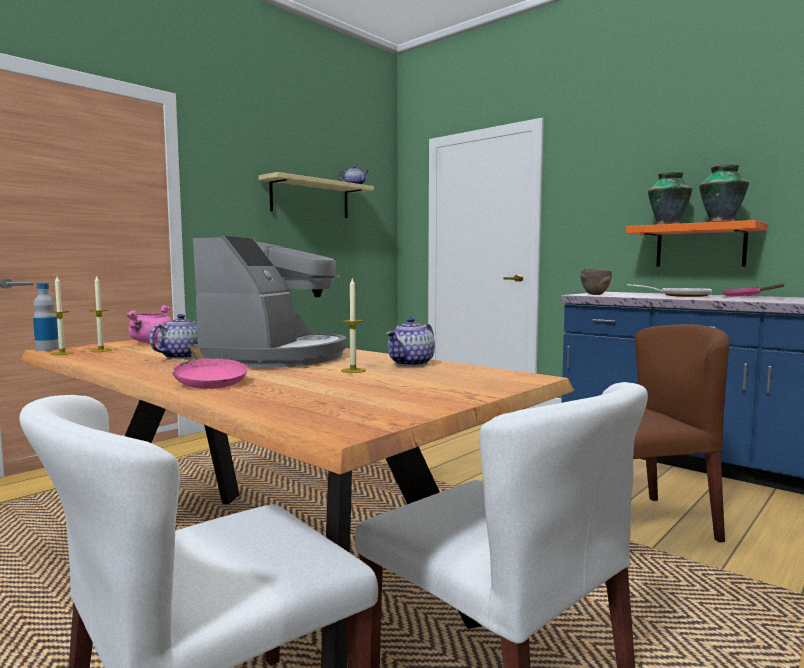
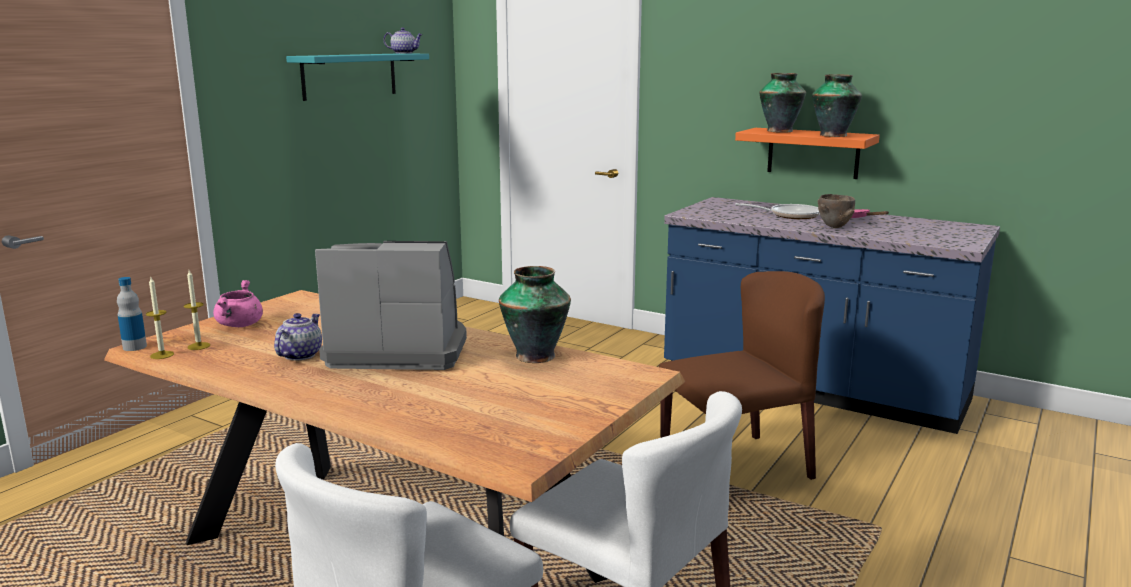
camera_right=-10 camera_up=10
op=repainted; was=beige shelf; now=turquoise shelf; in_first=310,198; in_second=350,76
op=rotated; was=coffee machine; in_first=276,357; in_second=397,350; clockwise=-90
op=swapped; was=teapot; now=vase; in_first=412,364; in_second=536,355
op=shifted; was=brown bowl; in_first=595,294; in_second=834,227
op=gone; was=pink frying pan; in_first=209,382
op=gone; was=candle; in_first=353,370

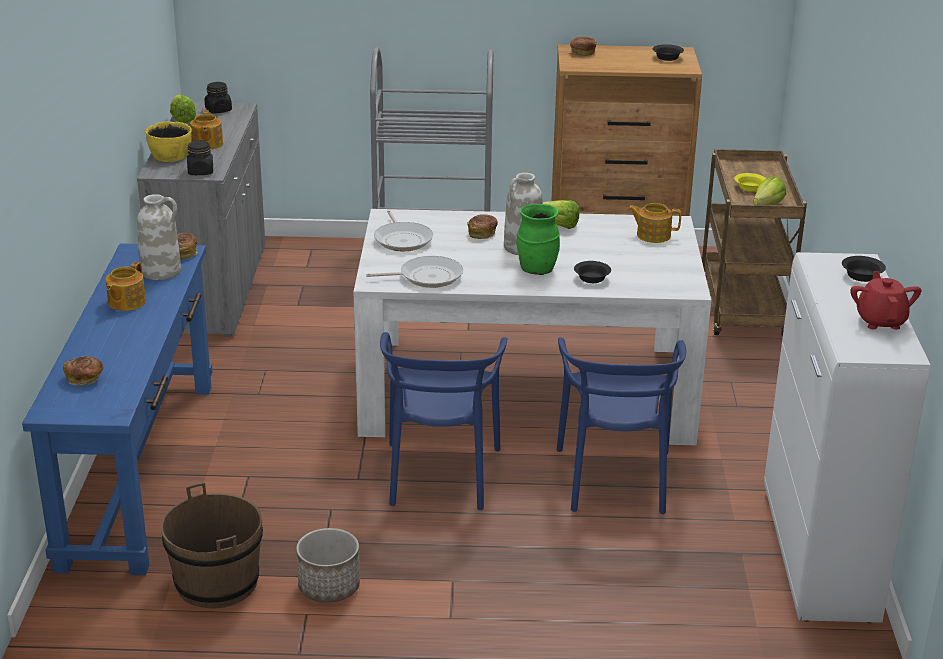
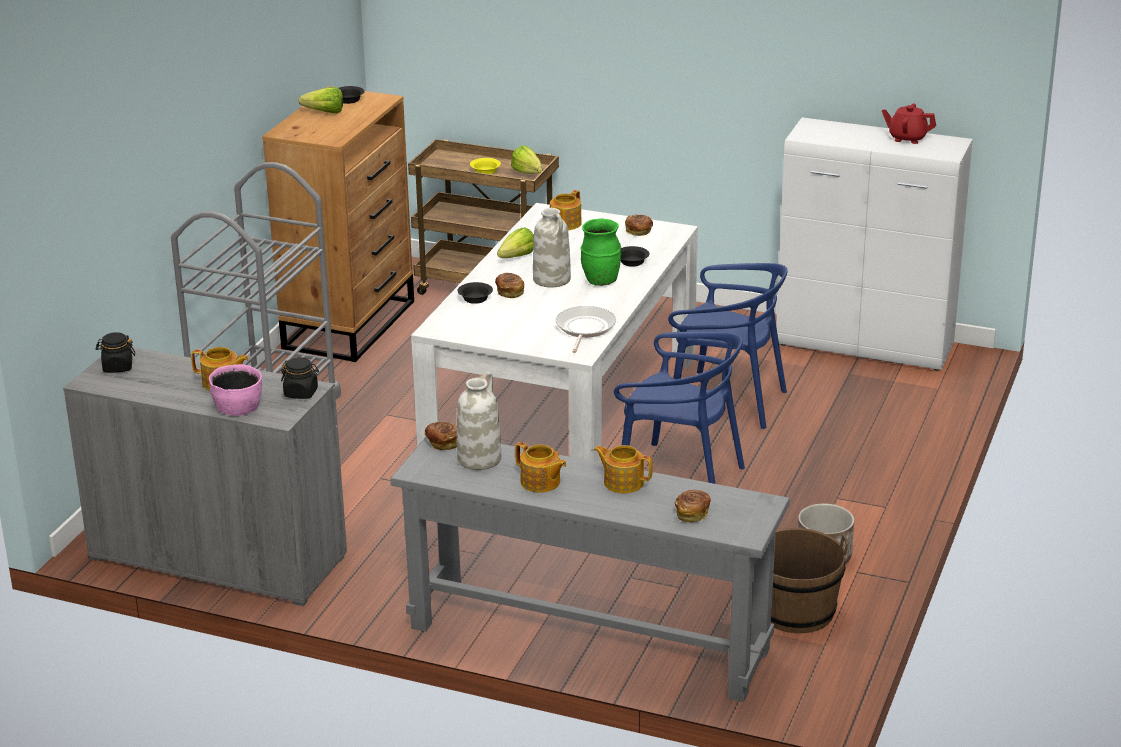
camera_right=-70 camera_up=0
op=repainted; was=yellow bowl; now=pink bowl; in_first=171,156; in_second=238,406
op=shifted; was=lettuce; in_first=183,117; in_second=321,112
op=repainted; was=blue console table; now=grey console table; in_first=140,471; in_second=588,638
op=shifted; was=black bowl; in_first=862,276; in_second=475,298
op=new; now=teapot; in_second=623,482
op=shifted; was=bread; in_first=582,52; in_second=639,232
op=gone; was=frying pan; in_first=403,239

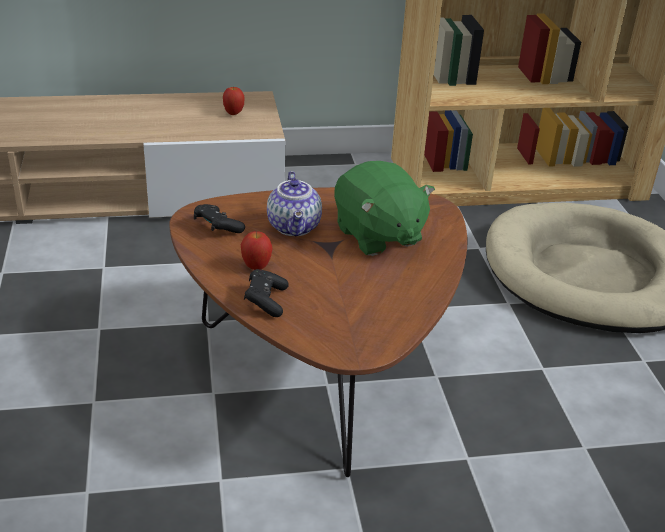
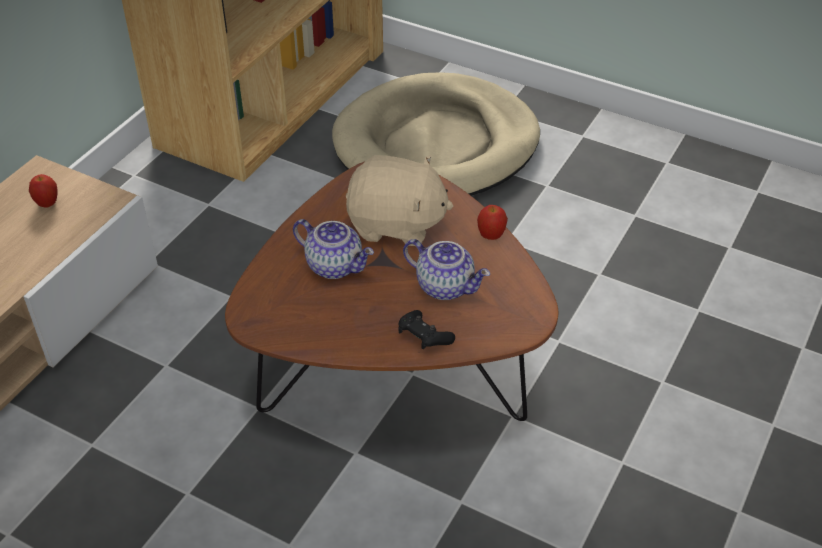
camera_right=-50 camera_up=10
op=repainted; was=green plush toy; now=beige plush toy; in_first=377,235; in_second=396,224
op=new; now=teapot; in_second=446,286
op=shifted; was=apple; in_first=256,267; in_second=491,236
op=gone; was=black game controller; in_first=217,228

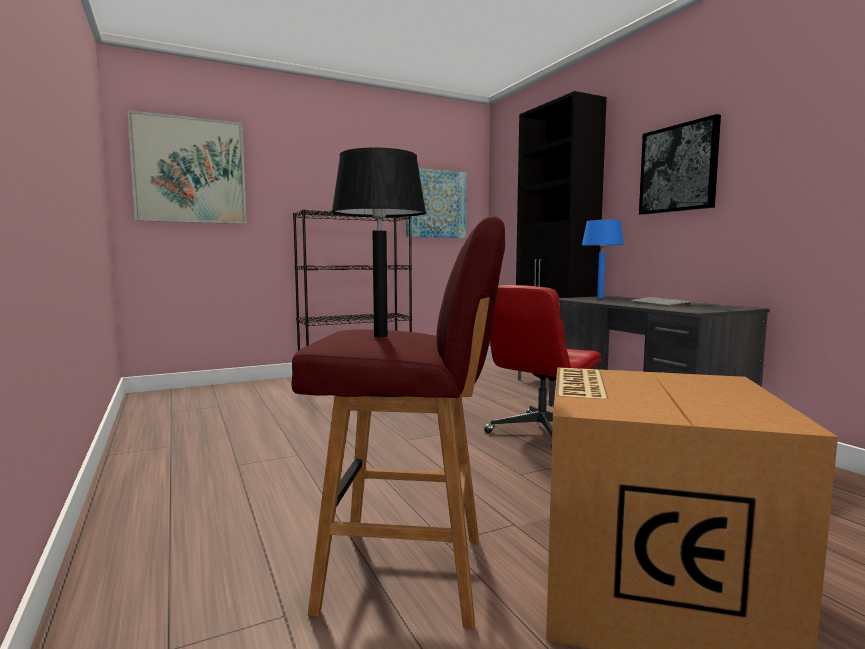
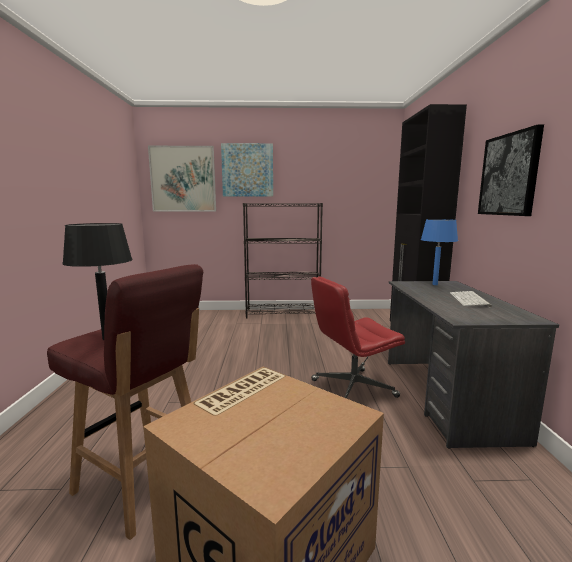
camera_right=25 camera_up=5
op=shifted; was=picture; in_first=435,204; in_second=247,170

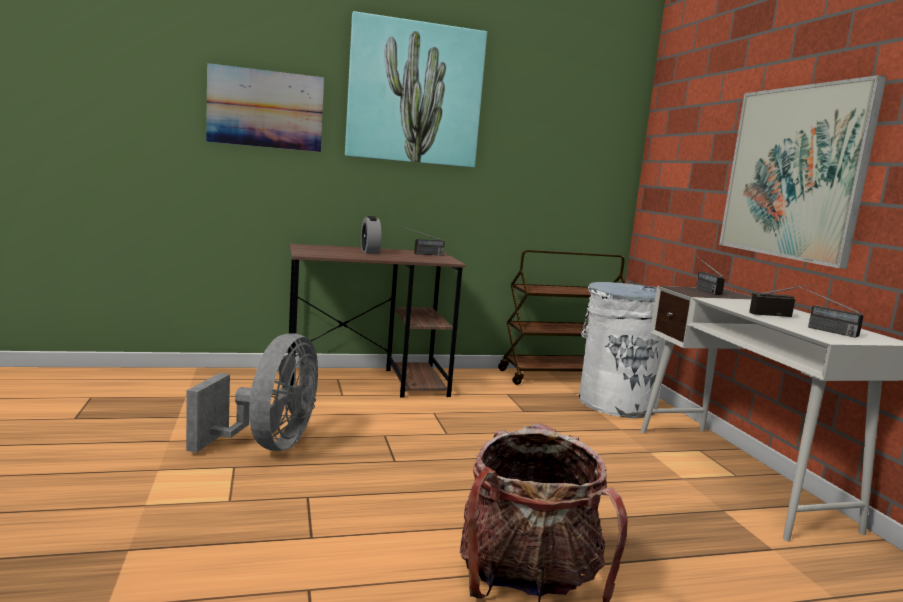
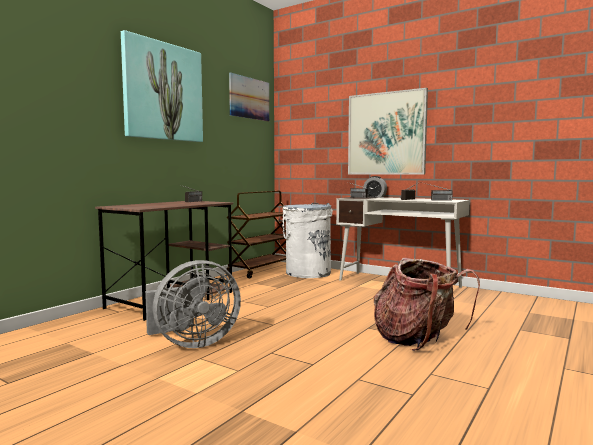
camera_right=-40 camera_up=-5
op=rotated; was=grey fan; in_first=268,445; in_second=192,343; clockwise=90
op=shifted; was=picture; in_first=265,109; in_second=249,98
op=shifted; was=alarm clock; in_first=369,251; in_second=374,197

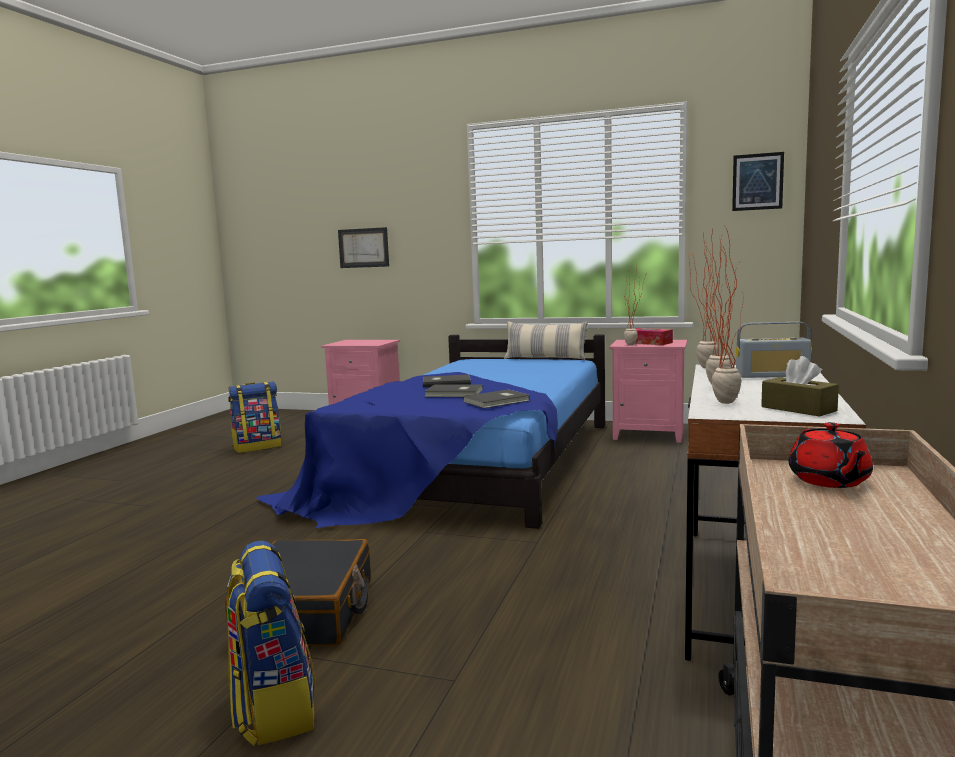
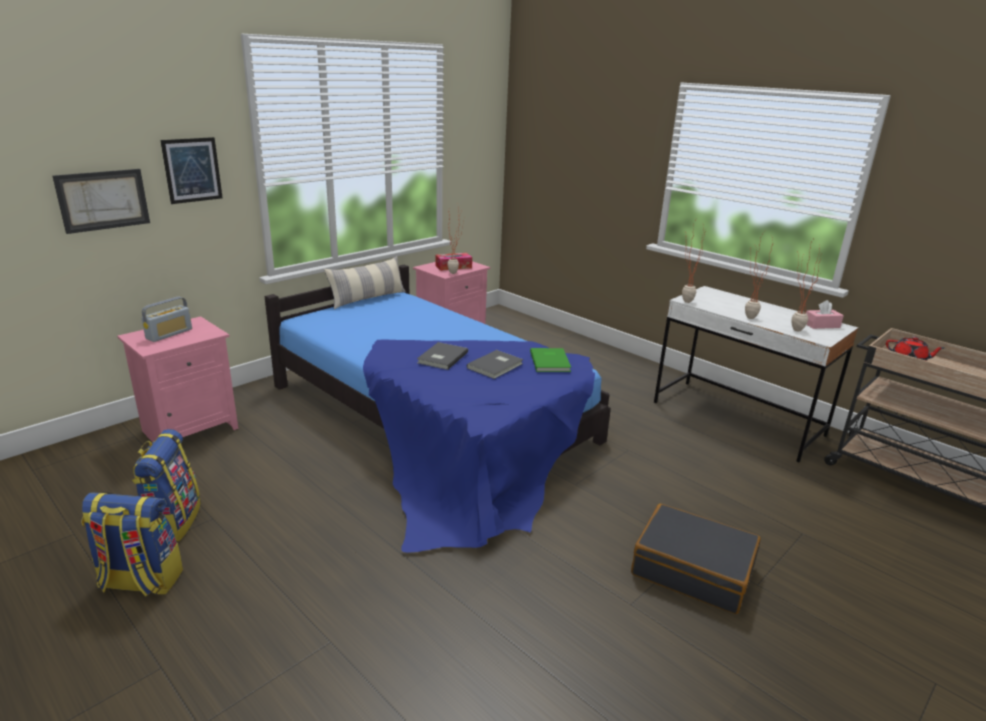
camera_right=-65 camera_up=15
op=shifted; was=backpack; in_first=273,708; in_second=140,582
op=shifted; was=radio; in_first=772,375; in_second=169,334
op=shifted; was=picture; in_first=757,181; in_second=192,170
op=repainted; was=grey book; now=green book; in_first=498,401; in_second=551,361
op=repainted; was=brown tissue box; now=pink tissue box; in_first=798,409; in_second=821,325

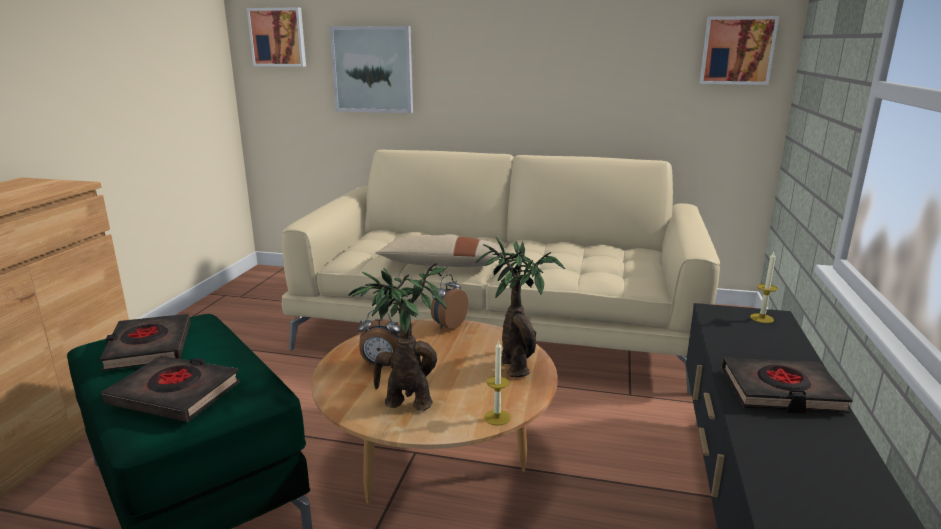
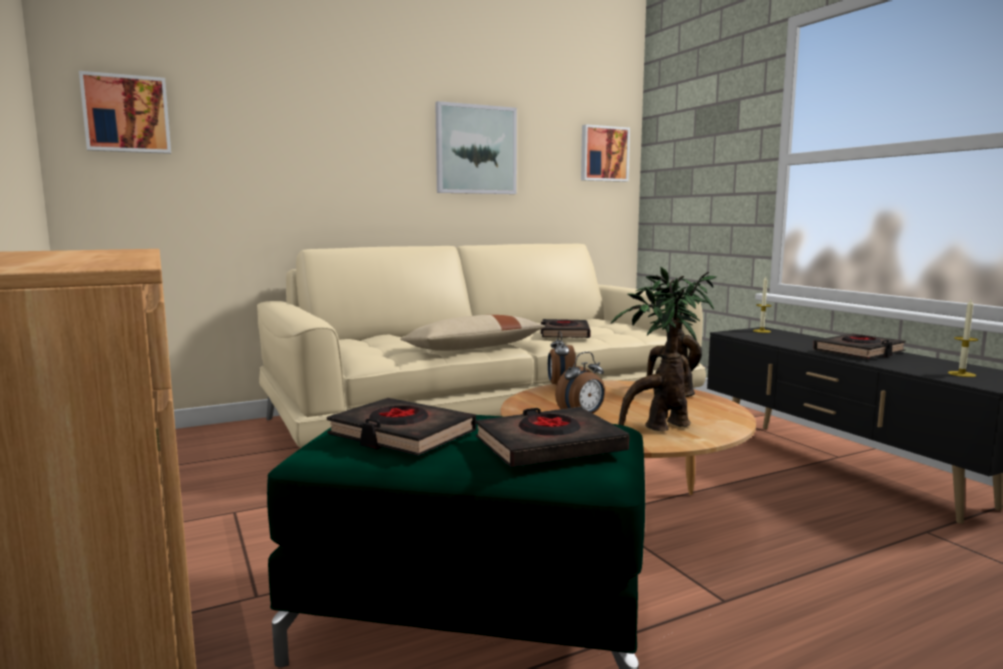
camera_right=-40 camera_up=-10
op=shifted; was=picture; in_first=373,69; in_second=476,150
op=new; now=black book; in_second=564,334
op=shifted; was=candle; in_first=497,417; in_second=961,374

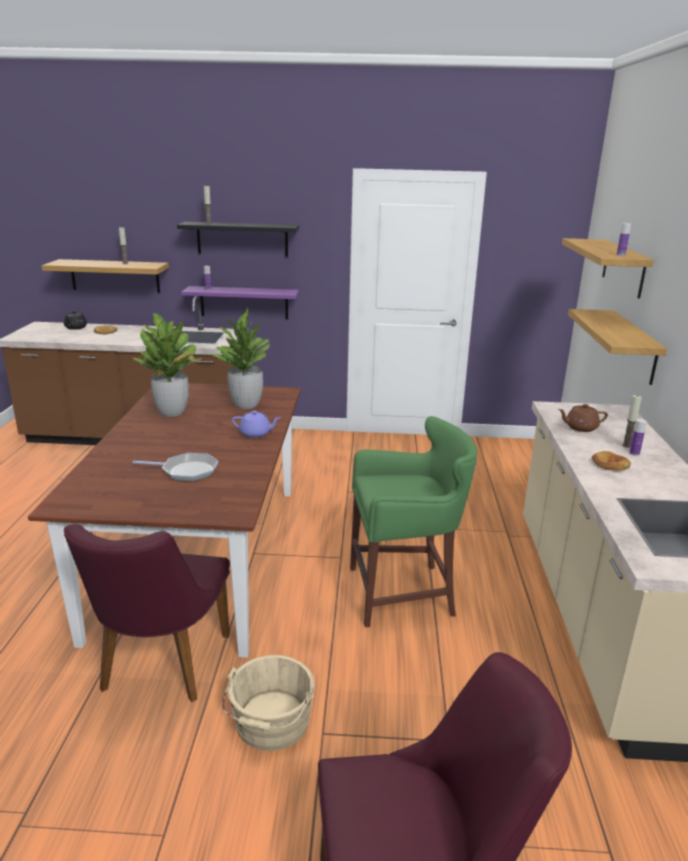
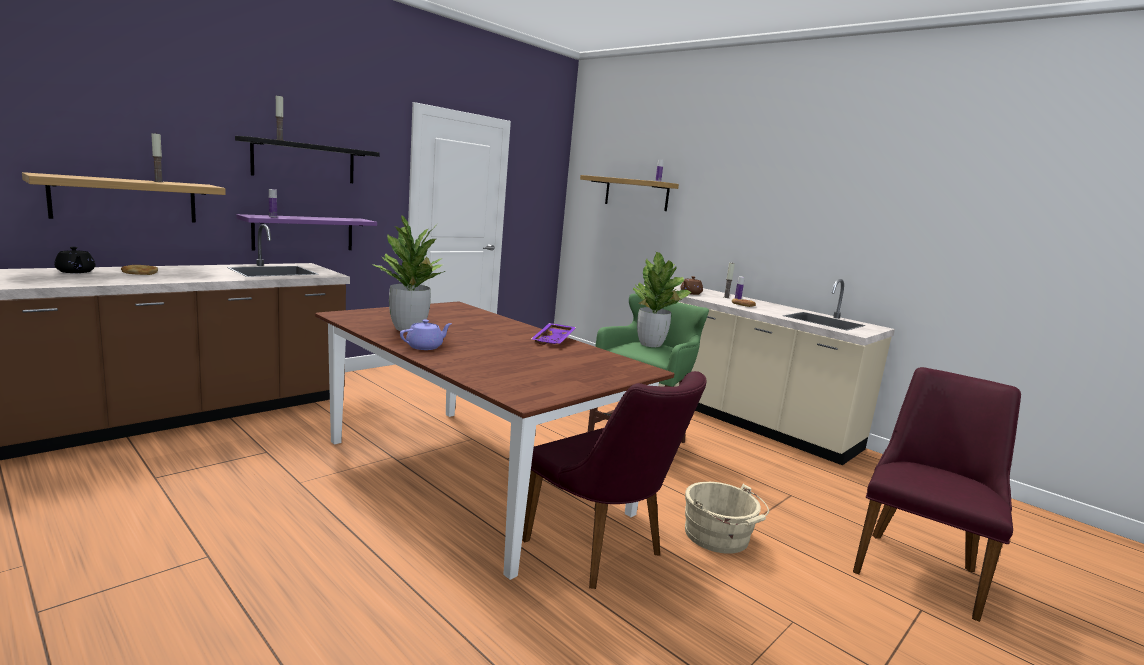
camera_right=-50 camera_up=-10
op=shifted; was=purple teapot; in_first=256,433; in_second=425,347
op=new; now=purple tray; in_second=554,340
op=shifted; was=potted plant; in_first=246,405; in_second=651,344
op=gone; was=frying pan; in_first=186,471
op=gone; was=shelf; in_first=634,346

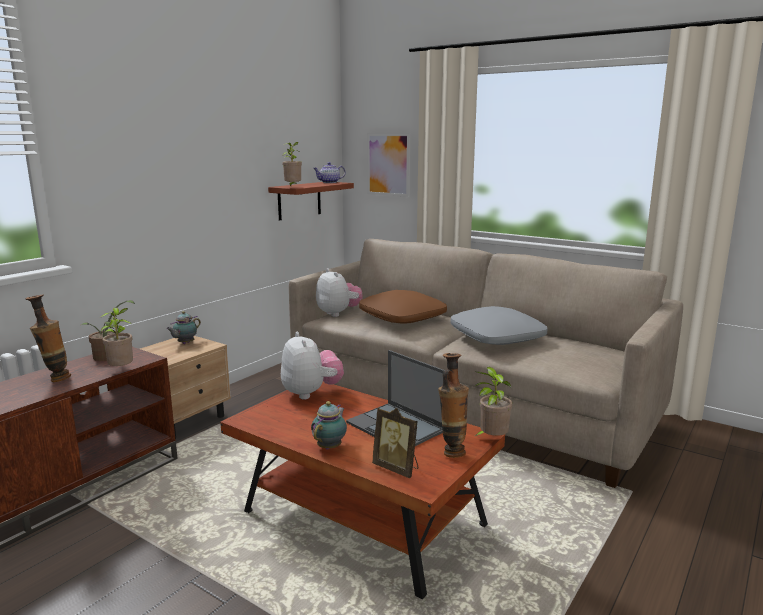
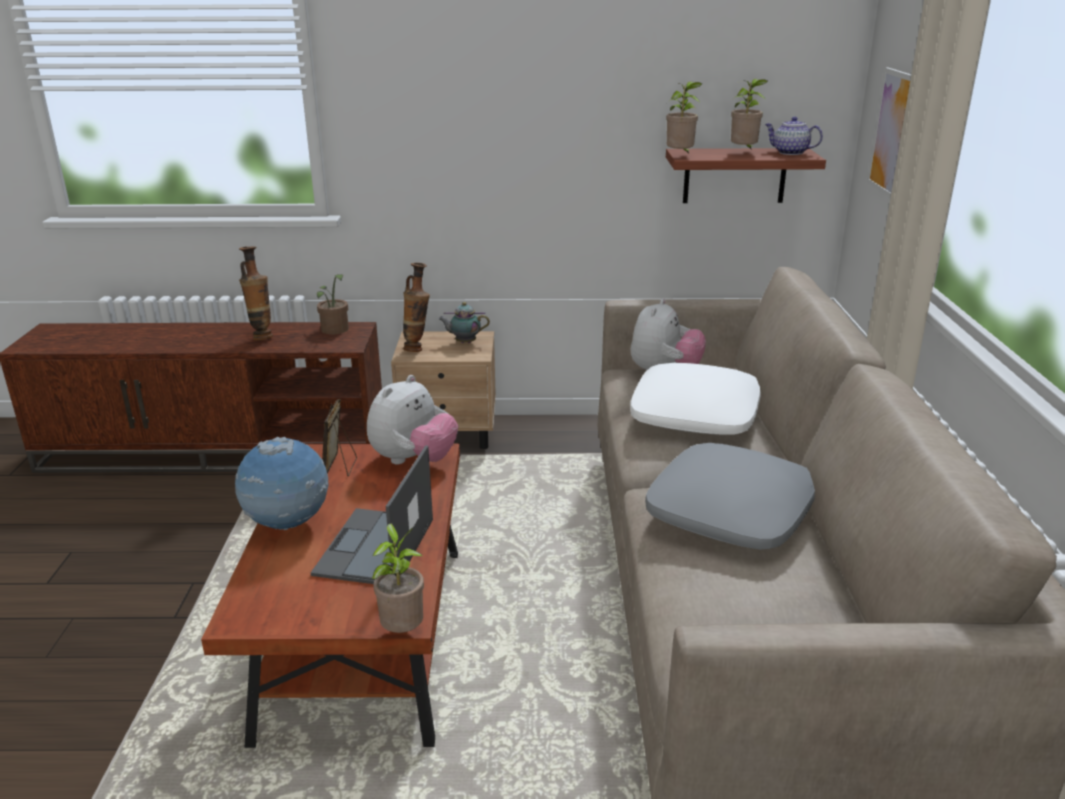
camera_right=55 camera_up=10
op=swapped; was=teapot; now=globe; in_first=330,446; in_second=288,525
op=shifted; was=picture frame; in_first=397,468; in_second=340,467
op=shifted; was=vase; in_first=452,451; in_second=418,349
op=repainted; was=brown pillow; now=white pillow; in_first=402,317; in_second=695,415
op=shifted; was=potted plant; in_first=122,370; in_second=744,153

